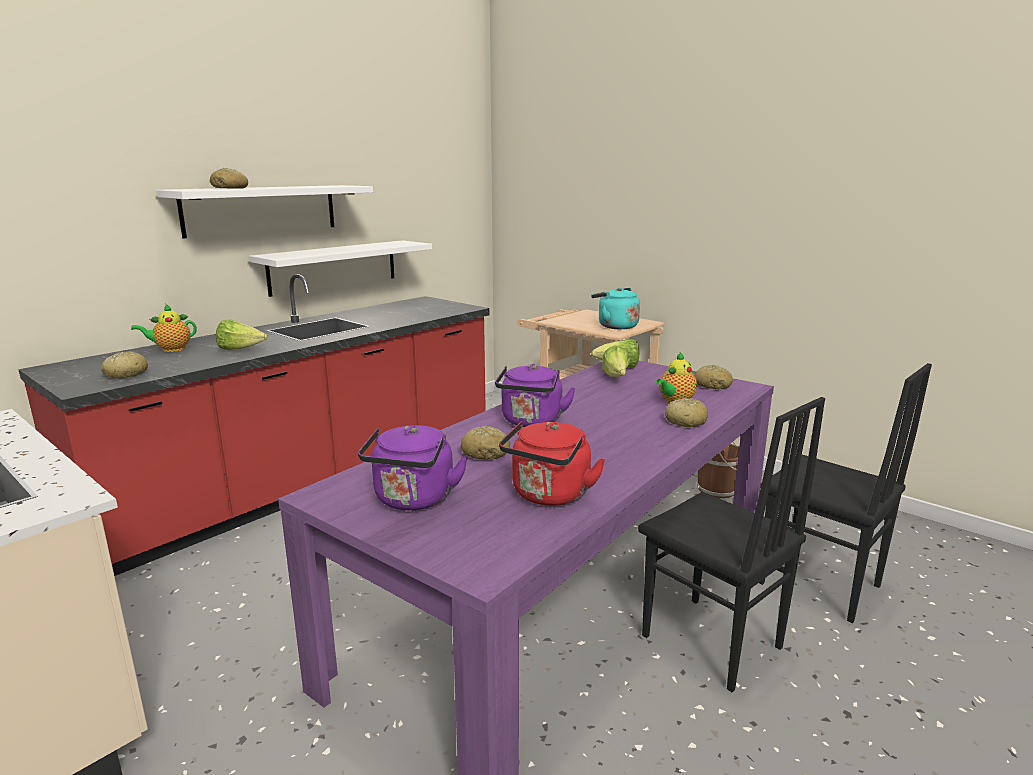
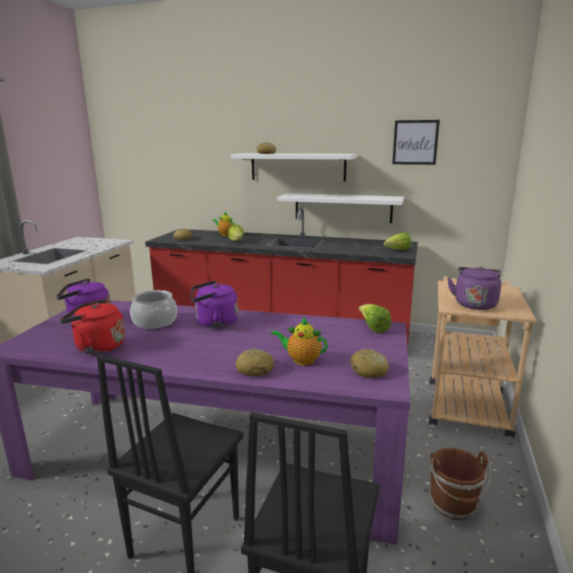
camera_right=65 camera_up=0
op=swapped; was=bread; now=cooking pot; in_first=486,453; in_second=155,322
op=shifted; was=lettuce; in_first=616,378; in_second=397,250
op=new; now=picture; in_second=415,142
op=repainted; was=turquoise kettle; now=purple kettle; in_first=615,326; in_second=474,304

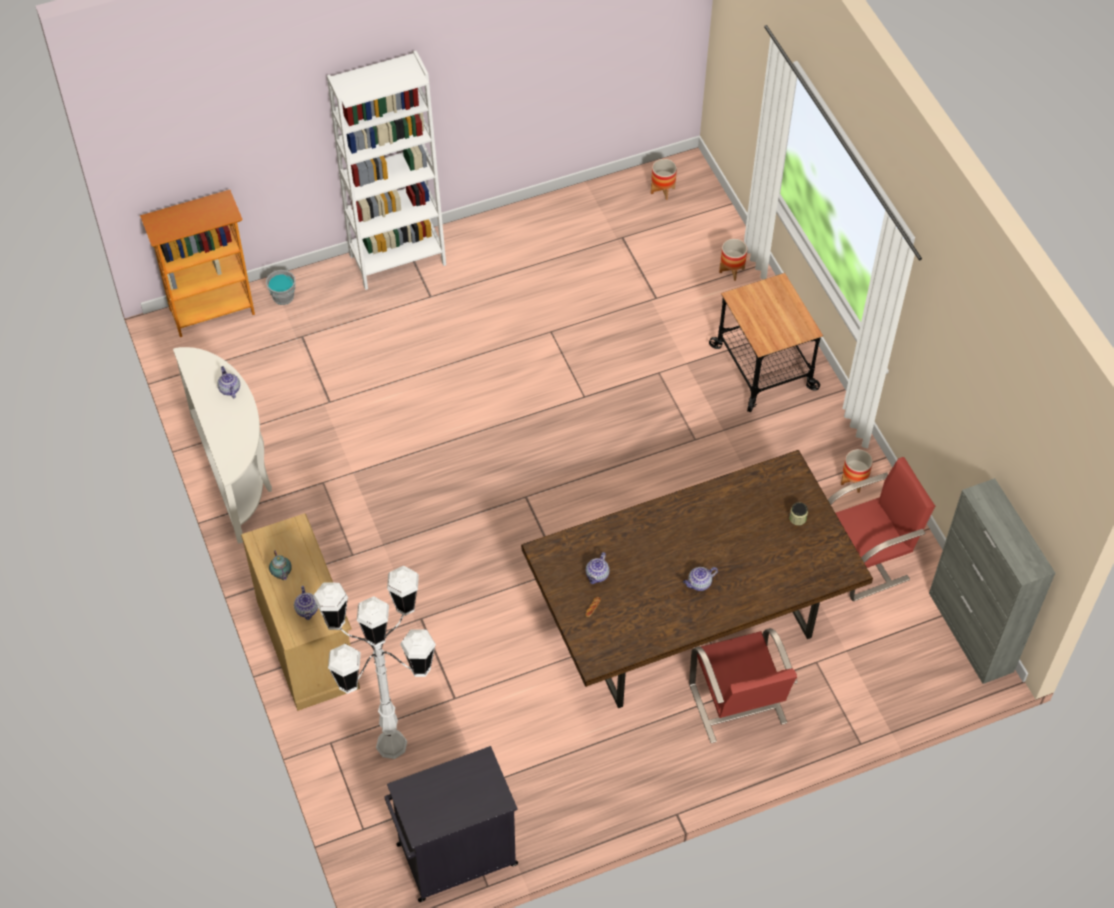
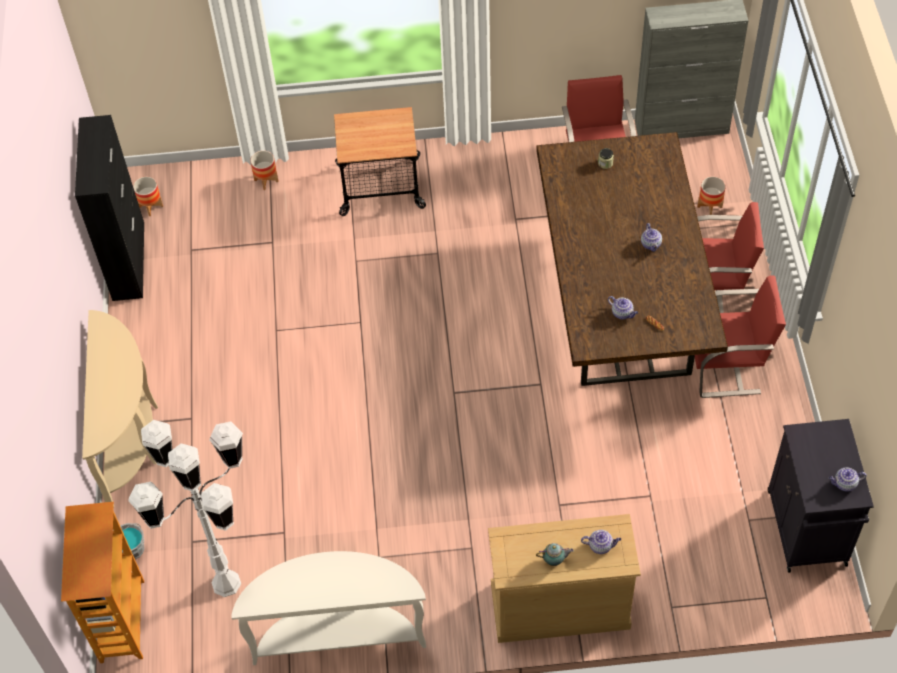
camera_right=-70 camera_up=0
op=new; now=black cabinet; in_second=128,260
op=swapped; was=white bookcase; now=beige console table; in_first=397,259; in_second=132,437
op=shifted; was=white floor lamp; in_first=391,744; in_second=225,583
op=new; now=red chair; in_second=726,366
op=shifted; was=planter; in_first=854,481; in_second=709,207
op=shifted; was=teapot; in_first=229,389; in_second=844,484

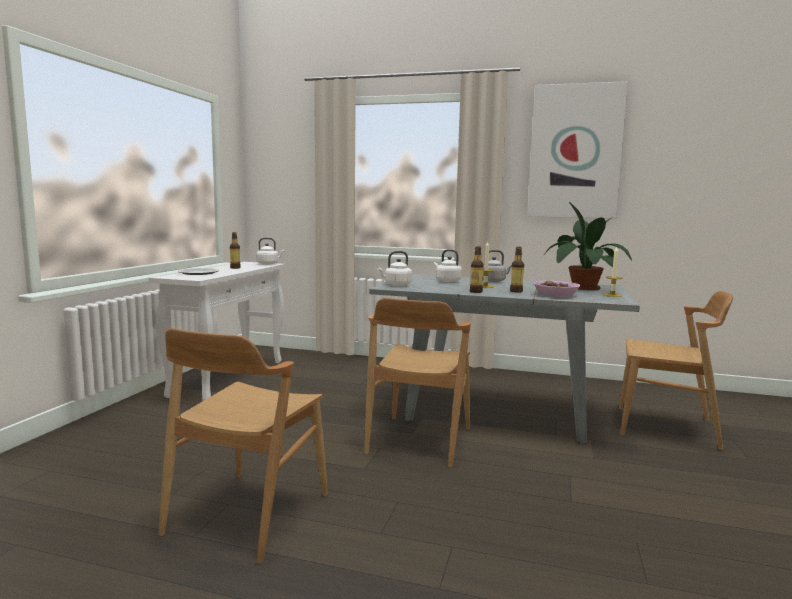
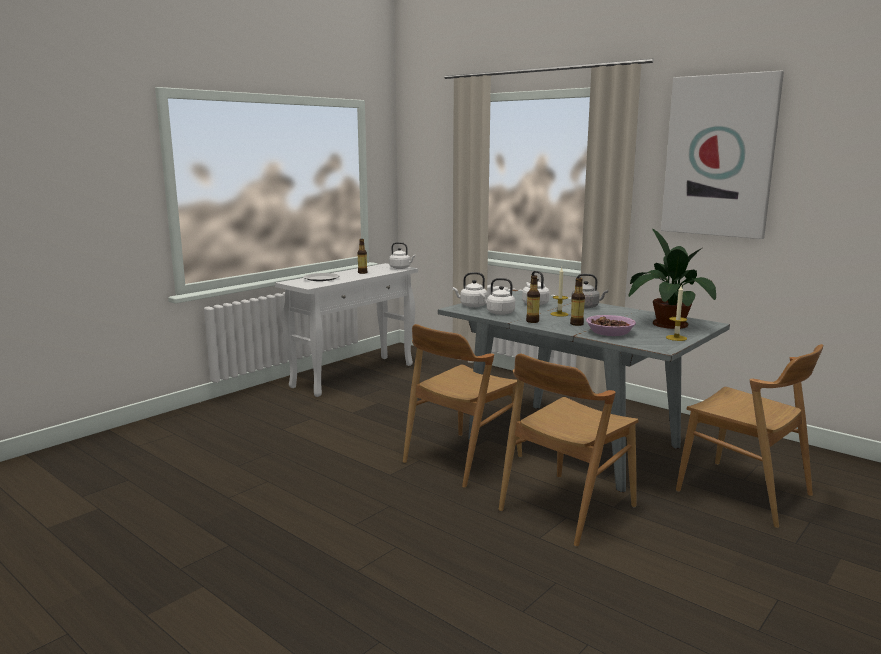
camera_right=25 camera_up=5
op=new; now=white kettle; in_second=498,313
op=shifted; was=brown chair; in_first=247,513; in_second=566,508

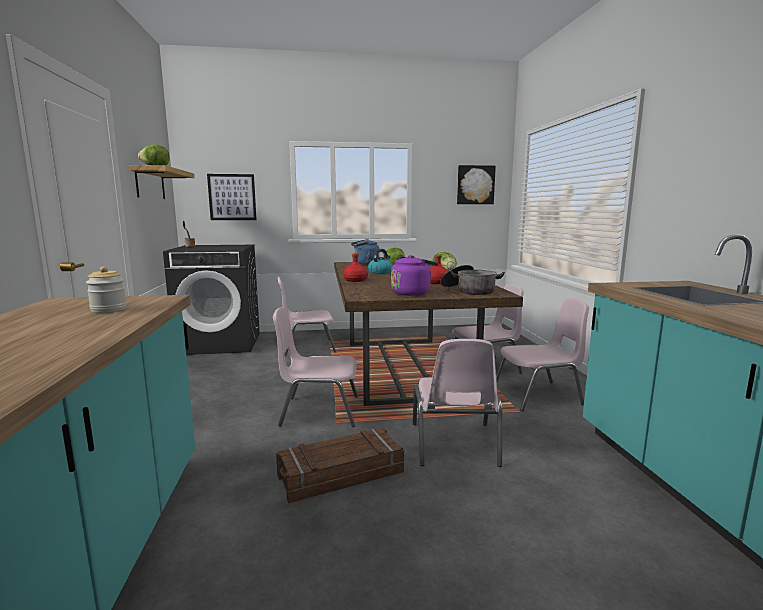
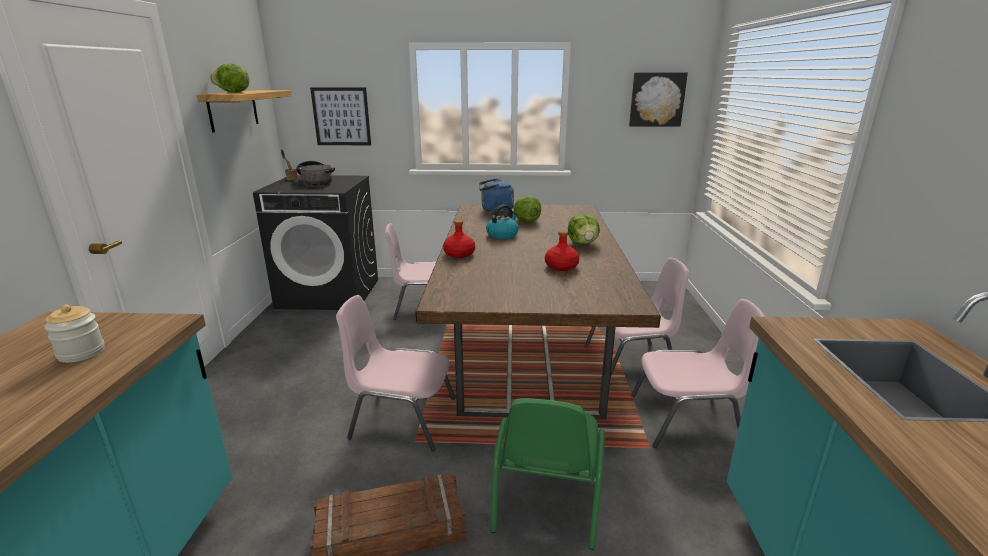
camera_right=10 camera_up=10
op=shifted; was=cooking pot; in_first=469,291; in_second=316,182
op=repainted; was=pink chair; now=green chair; in_first=454,445; in_second=546,499
op=gone; was=purple kettle; in_first=412,293

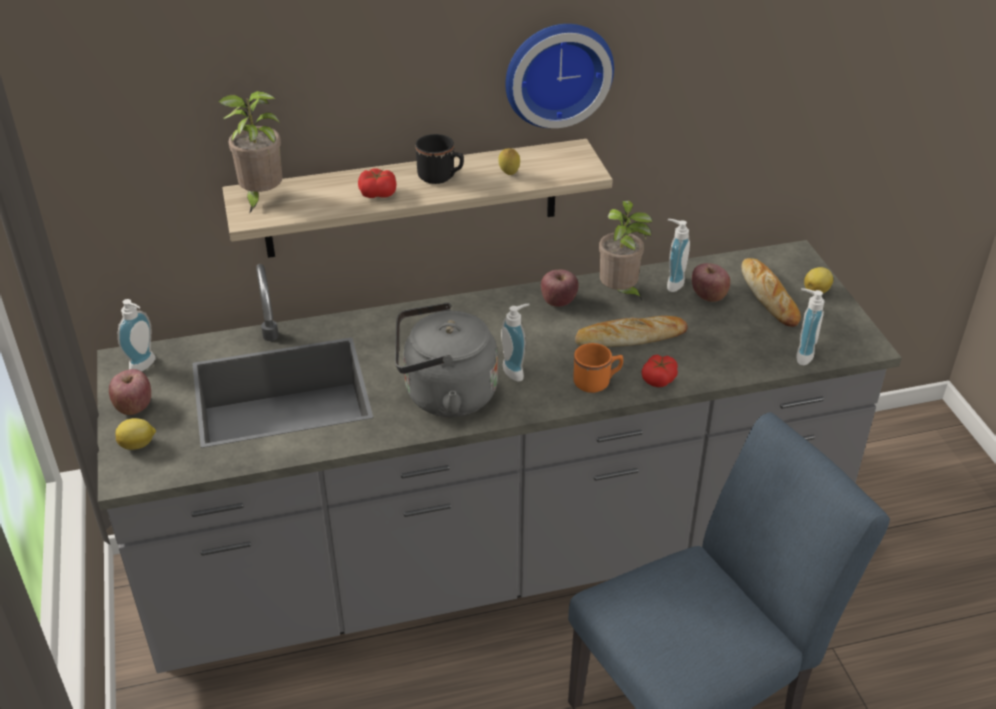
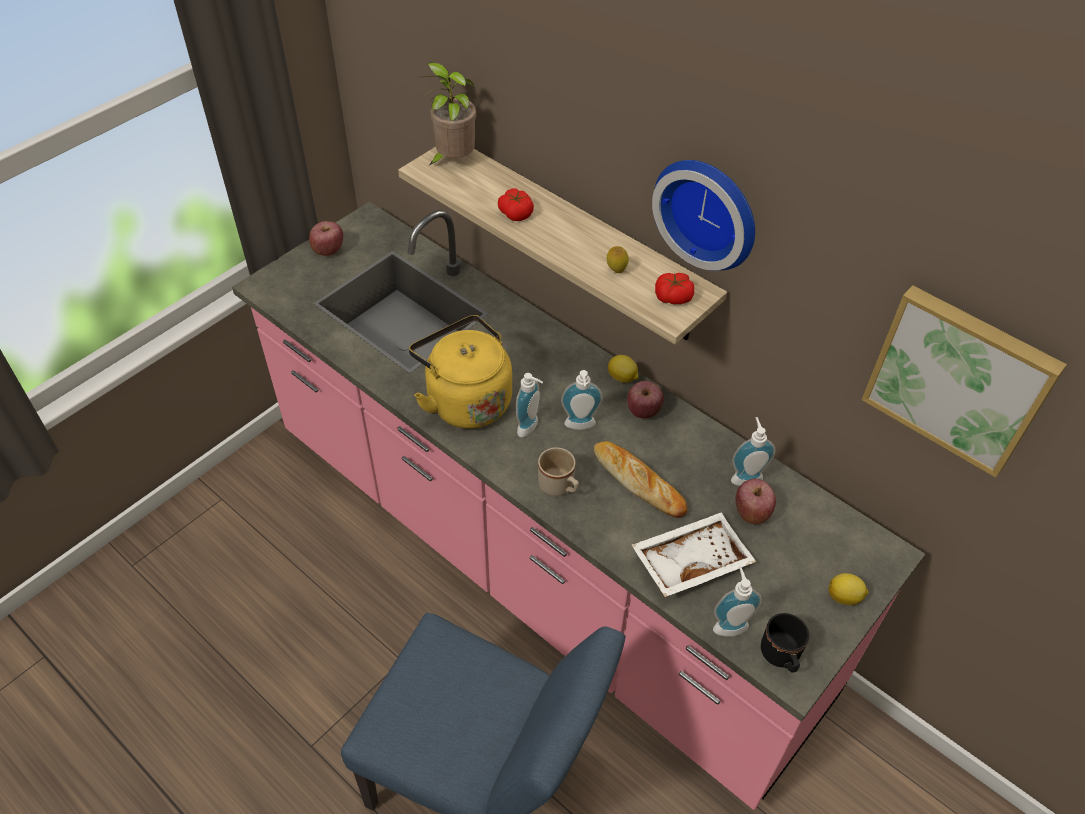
camera_right=55 camera_up=10
op=repainted; was=grey counter; now=pink counter; in_first=497,559; in_second=538,562
op=repainted; was=grey kettle; now=yellow kettle; in_first=444,395; in_second=465,400
op=repainted; was=orange mug; now=beige mug; in_first=597,382; in_second=559,487
op=shifted; was=soap dispenser; in_first=145,366; in_second=580,426
op=shifted; was=lemon; in_first=138,445; in_second=622,378
op=new; now=white tray; in_second=690,560
op=shifted; was=tomato; in_first=659,379; in_second=673,297
op=shifted; was=black mug; in_first=441,177; in_second=781,657
op=new; now=picture; in_second=959,378
op=gone; was=potted plant; in_first=620,293
op=gone; was=bread; in_first=769,296

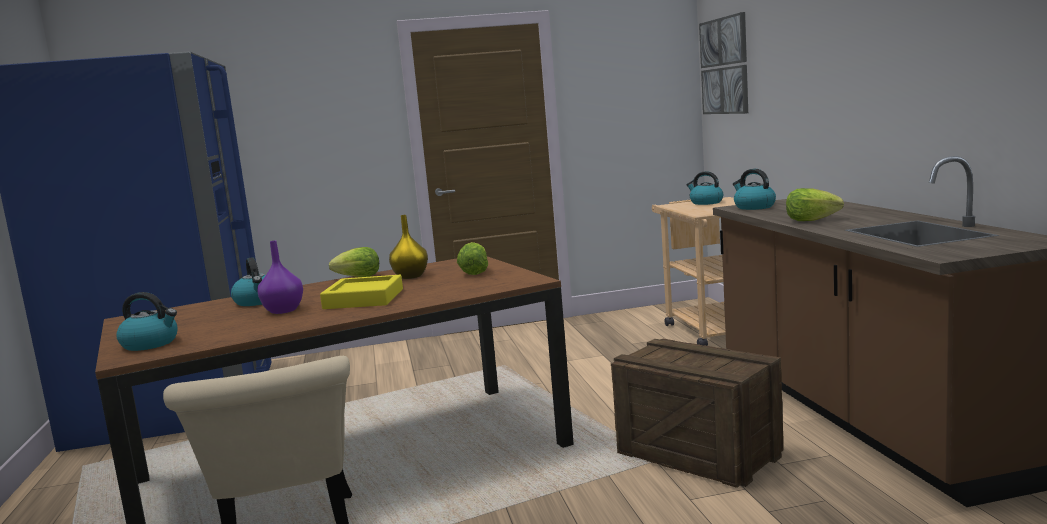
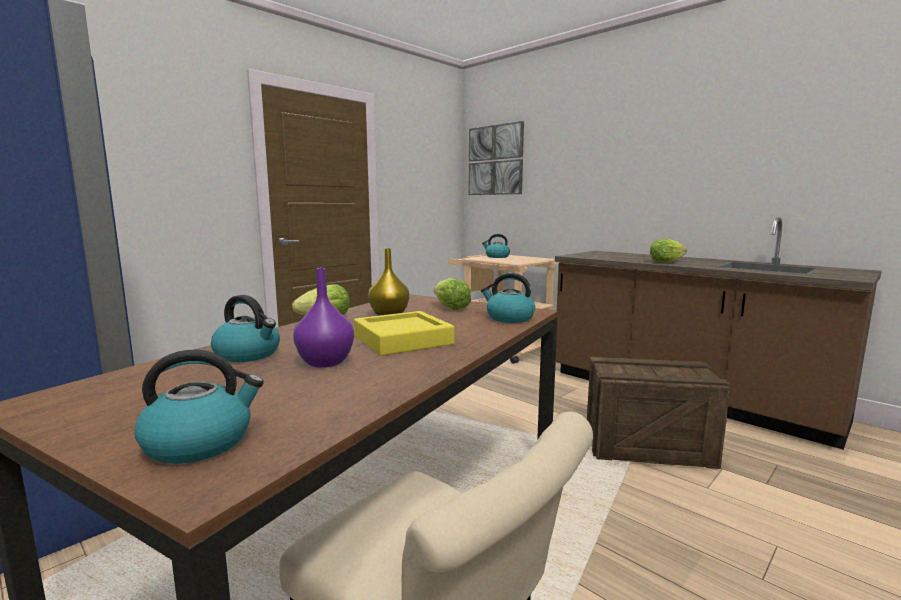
camera_right=-35 camera_up=0
op=shifted; was=kettle; in_first=754,207; in_second=509,318

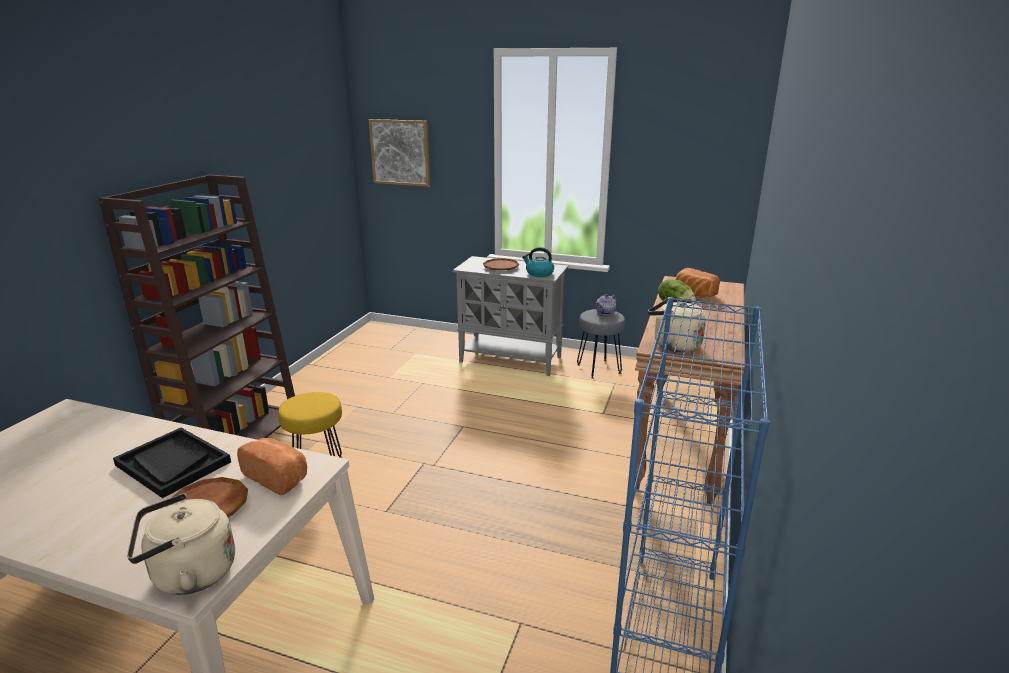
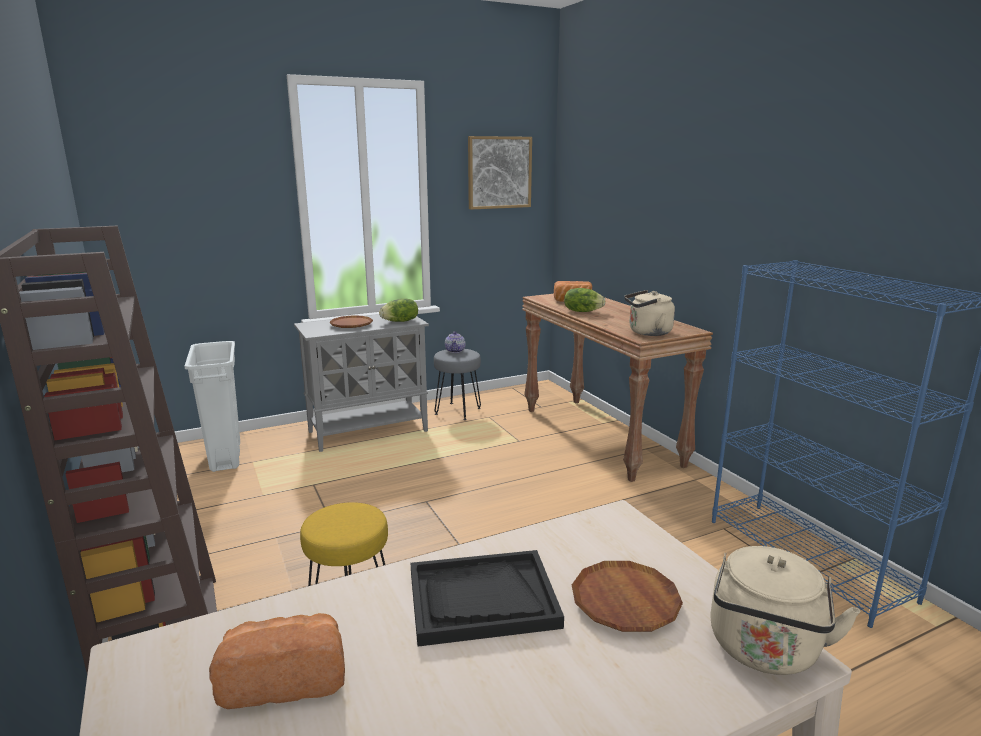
camera_right=-45 camera_up=-5
op=new; now=white trash can; in_second=225,456
op=shifted; was=bread; in_first=278,477; in_second=285,678
op=swapped; was=kettle; now=lettuce; in_first=539,273; in_second=400,321
op=shifted; was=picture; in_first=400,152; in_second=499,172

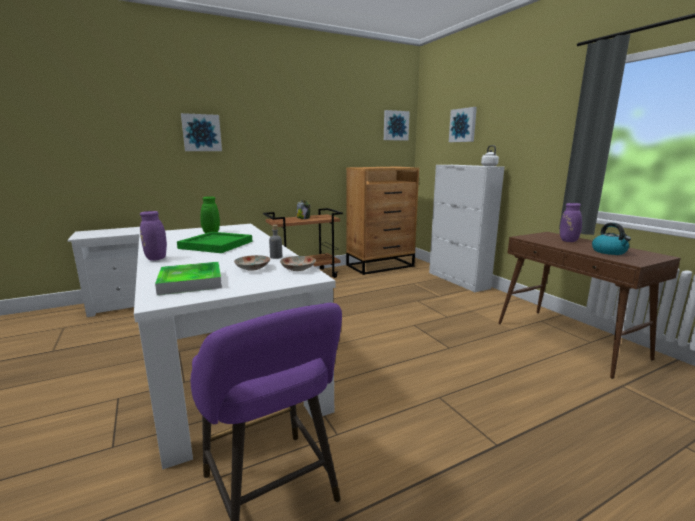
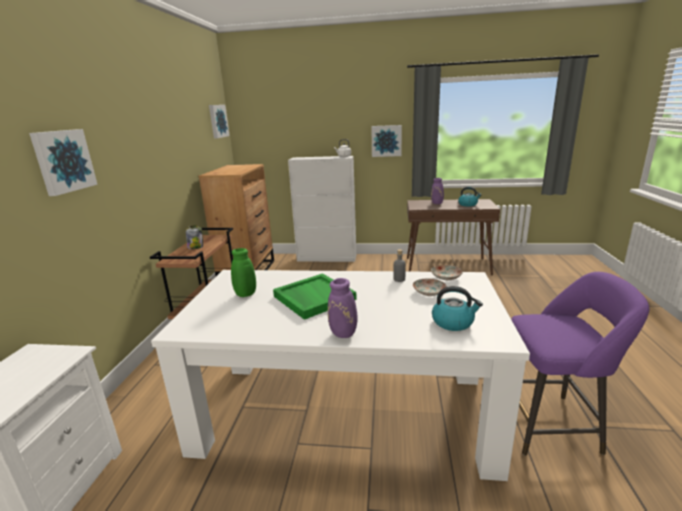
camera_right=-55 camera_up=5
op=shifted; was=picture; in_first=463,125; in_second=386,141
op=swapped; was=tray; now=kettle; in_first=191,282; in_second=453,322

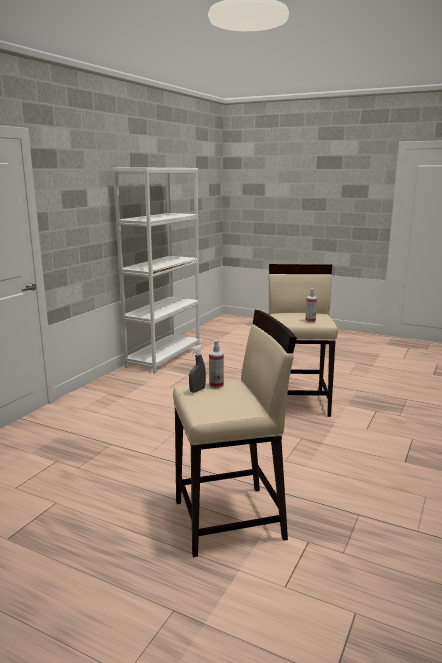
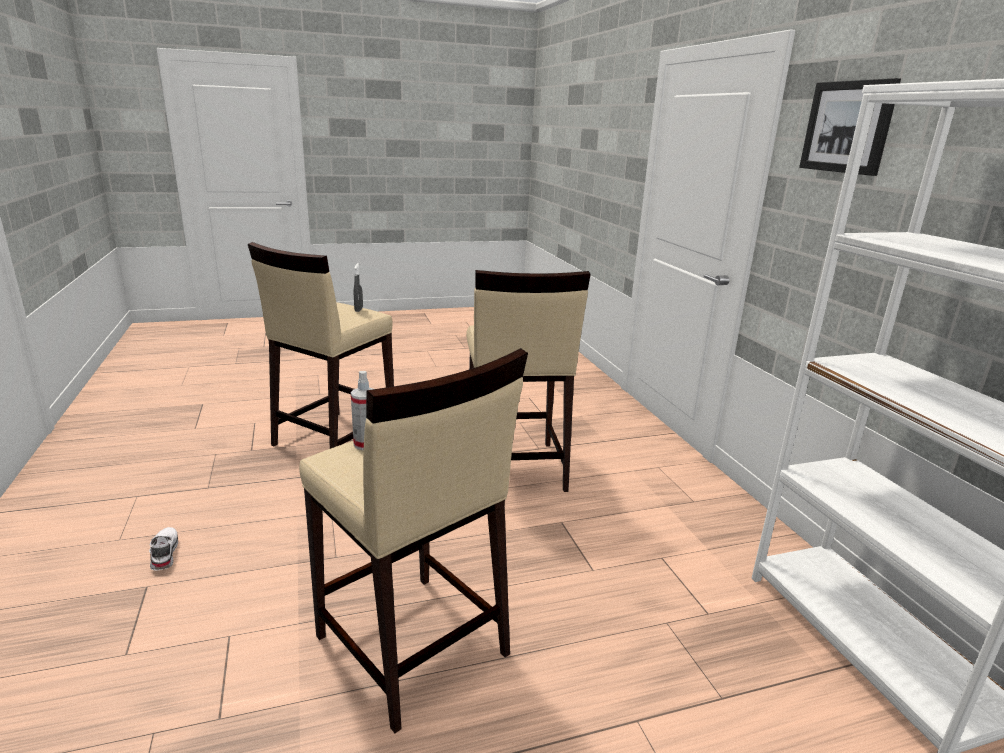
camera_right=135 camera_up=5
op=new; now=white shoe; in_second=163,554
op=new; now=beige stool; in_second=514,468
op=new; now=picture; in_second=848,127
op=gone; was=spray bottle; in_first=216,385

